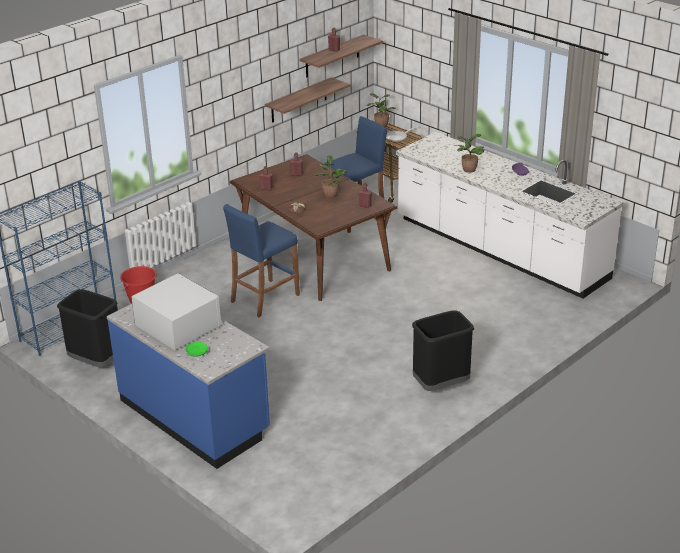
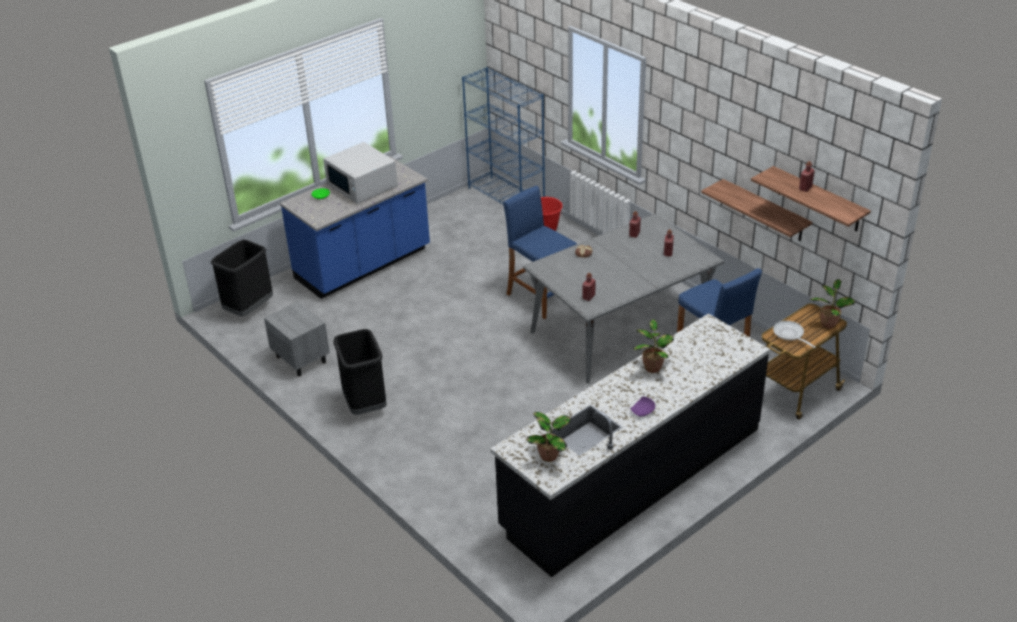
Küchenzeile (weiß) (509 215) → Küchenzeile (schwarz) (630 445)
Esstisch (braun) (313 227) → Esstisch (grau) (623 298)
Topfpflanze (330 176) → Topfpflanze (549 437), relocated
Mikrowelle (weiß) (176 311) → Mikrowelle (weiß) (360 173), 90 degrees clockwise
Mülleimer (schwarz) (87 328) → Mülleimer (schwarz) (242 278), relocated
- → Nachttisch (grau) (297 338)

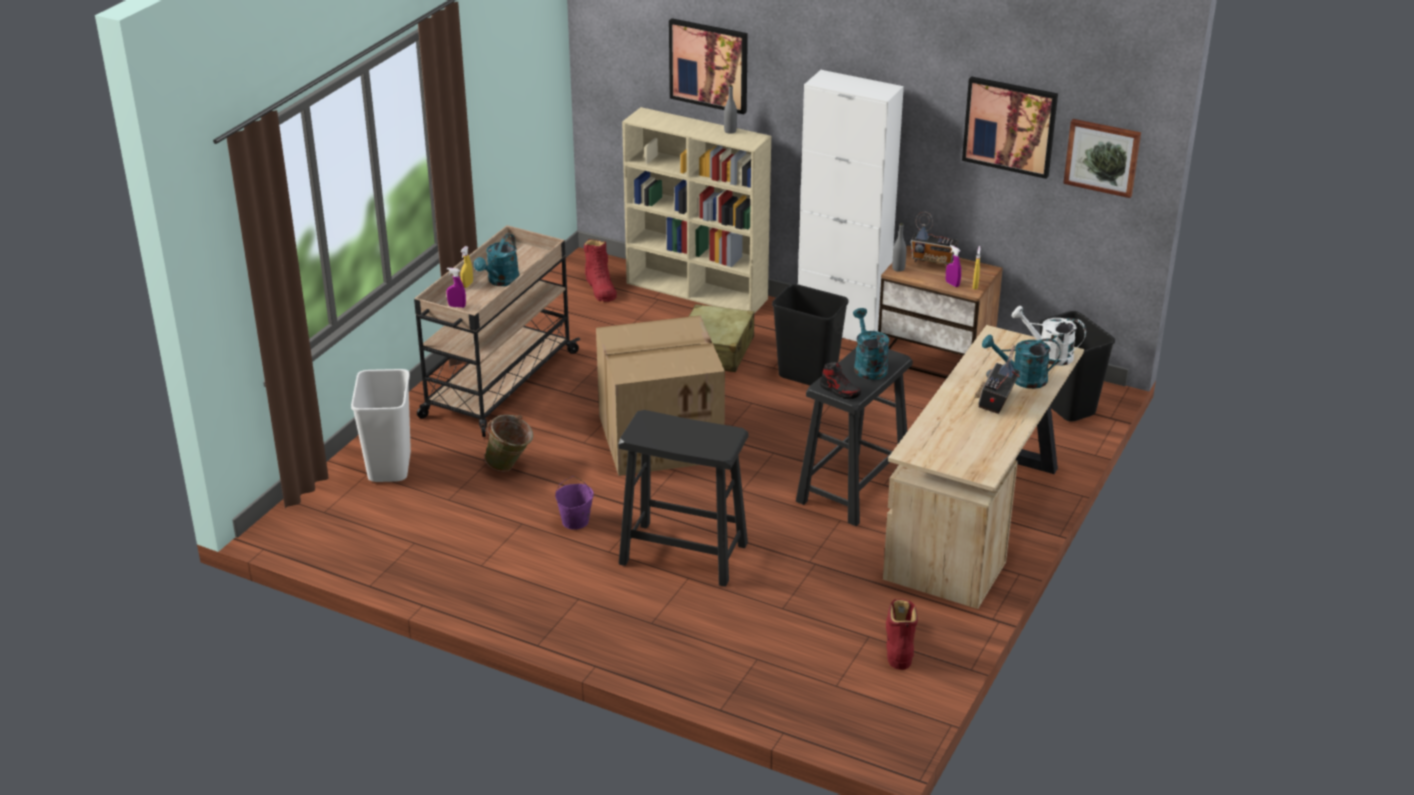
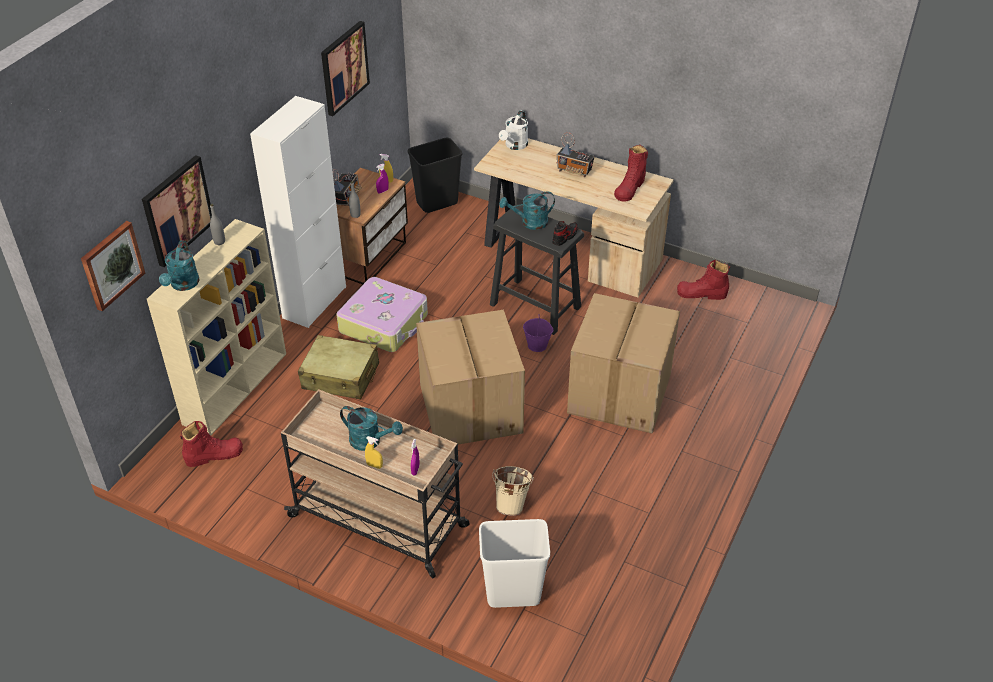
Bild (1102 158) → Bild (113 266), relocated
Mülleimer (schwarz) (810 334) → Koffer (382 314)
Gießkanne (türkis) (1021 361) → Gießkanne (türkis) (179 265), relocated
Hocker (schwarz) (683 498) → Karton (623 363)
Eimer (grün) (508 443) → Eimer (beige) (513 491)
Eimer (lila) (574 503) → Eimer (lila) (538 333), relocated
- → Stiefel (rot) (631 173)

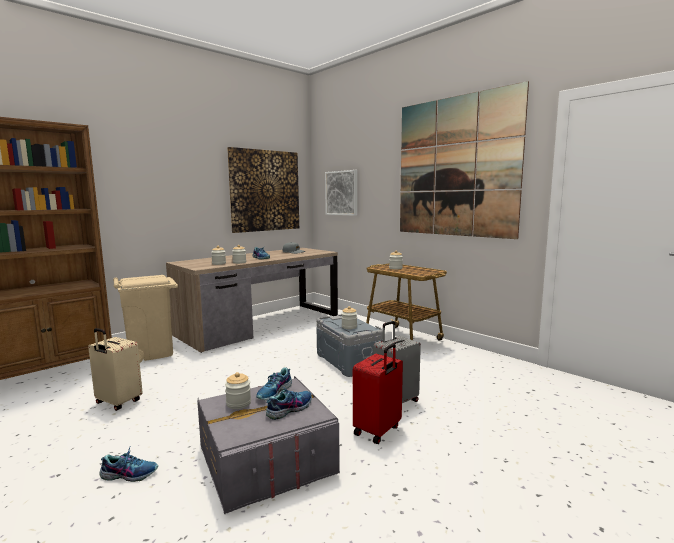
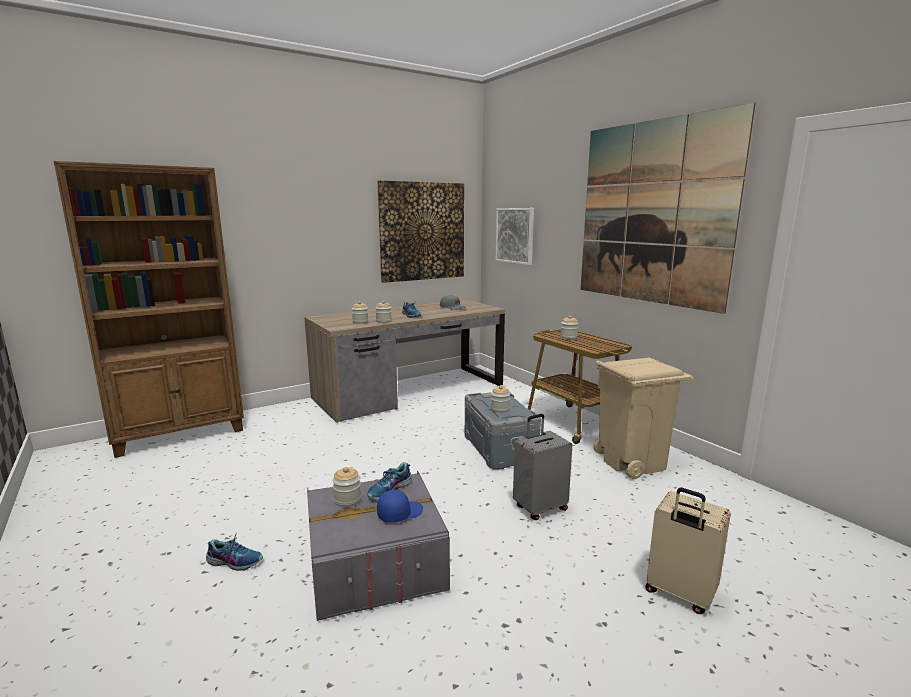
Mülleimer (beige) (145 318) → Mülleimer (beige) (643 418), relocated
Koffer (beige) (115 369) → Koffer (beige) (688 551), relocated
Koffer (rot) (378 394) → -
Schuh (289 402) → Kappe (blau) (400 506)

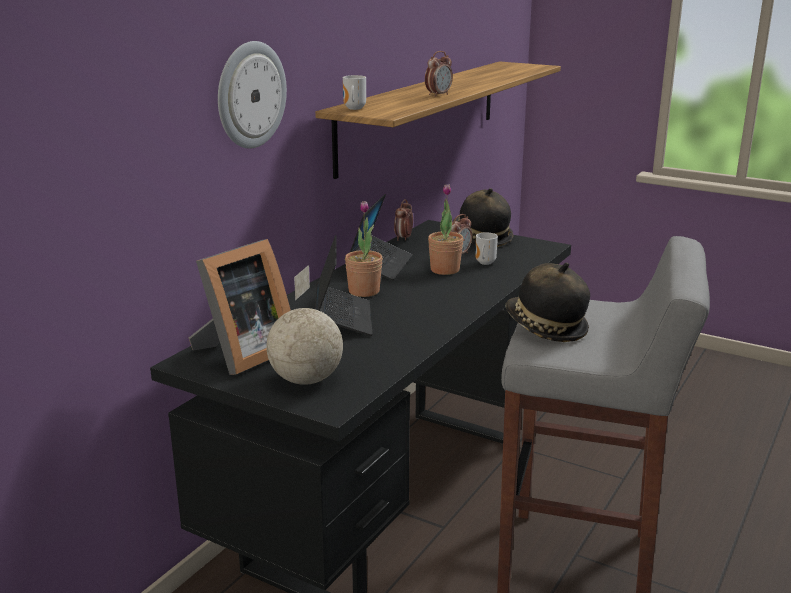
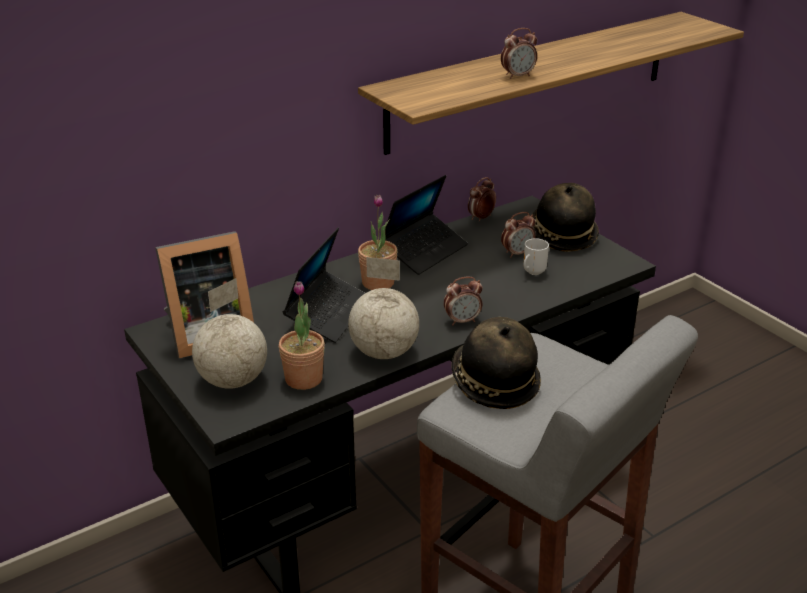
Wanduhr (252 95) → -
Henkelbecher (354 92) → -
Topfpflanze (446 229) → Topfpflanze (302 335), relocated
- → Globus (383 308)
- → Wecker (463 300)

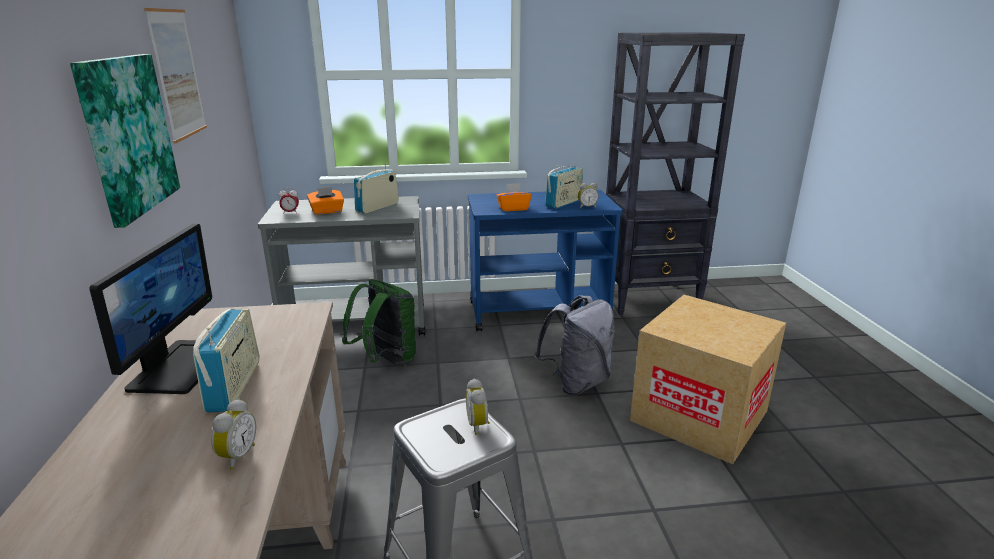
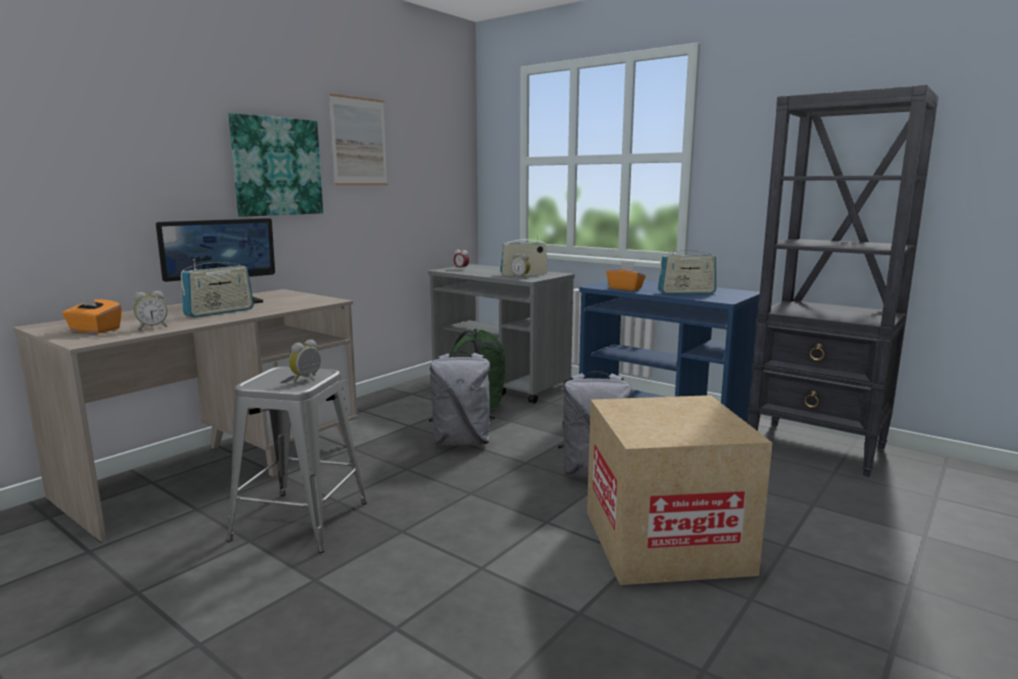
Wecker (588 196) → Wecker (520 265), relocated
Taschentuchbox (orange) (325 201) → Taschentuchbox (orange) (92 313), relocated
- → Rucksack (grau) (462 398)

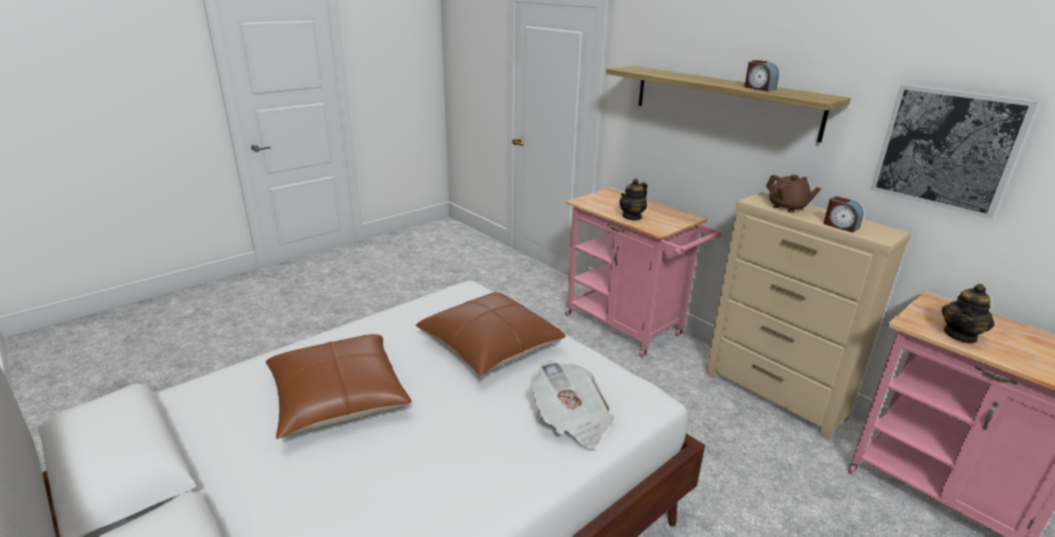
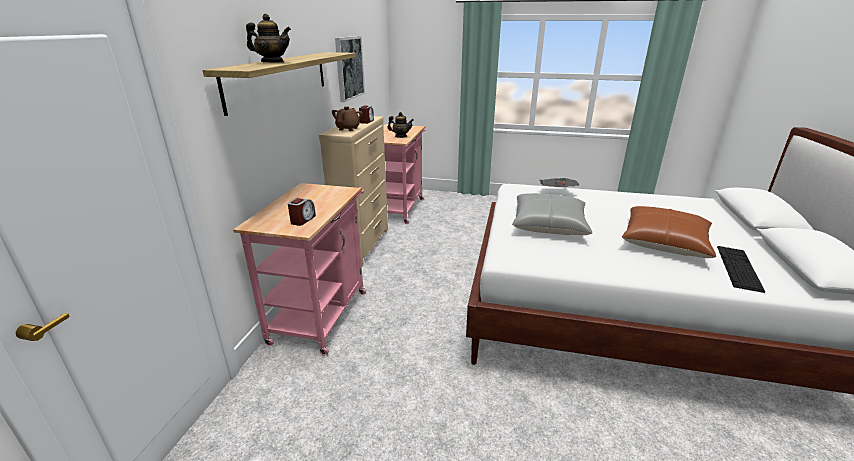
Wecker (761 75) → Wecker (302 212), relocated
Teekanne (633 200) → Teekanne (268 38), relocated
Kissen (braun) (491 334) → Kissen (grau) (552 214)
- → Tastatur (741 269)

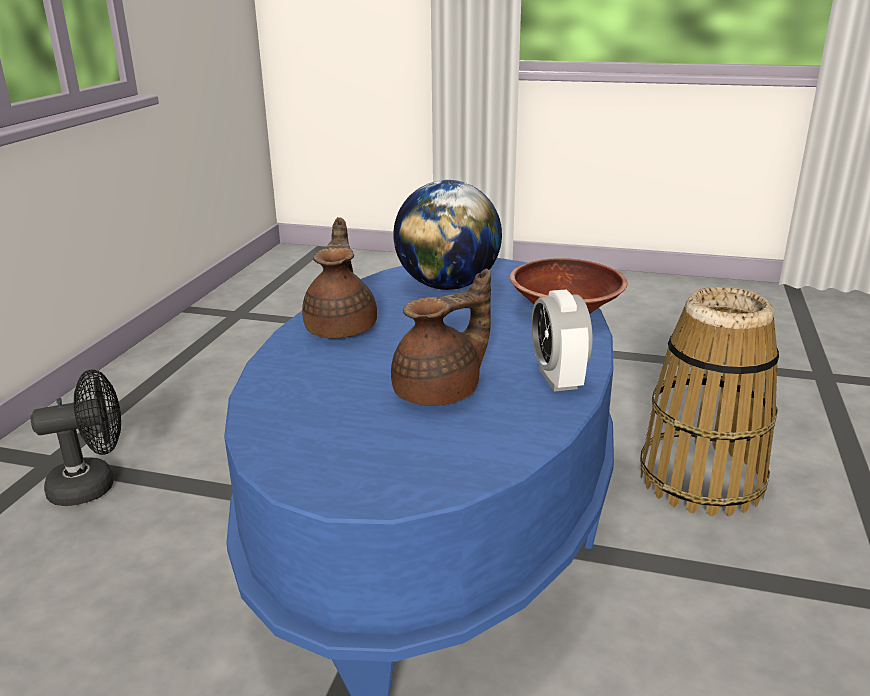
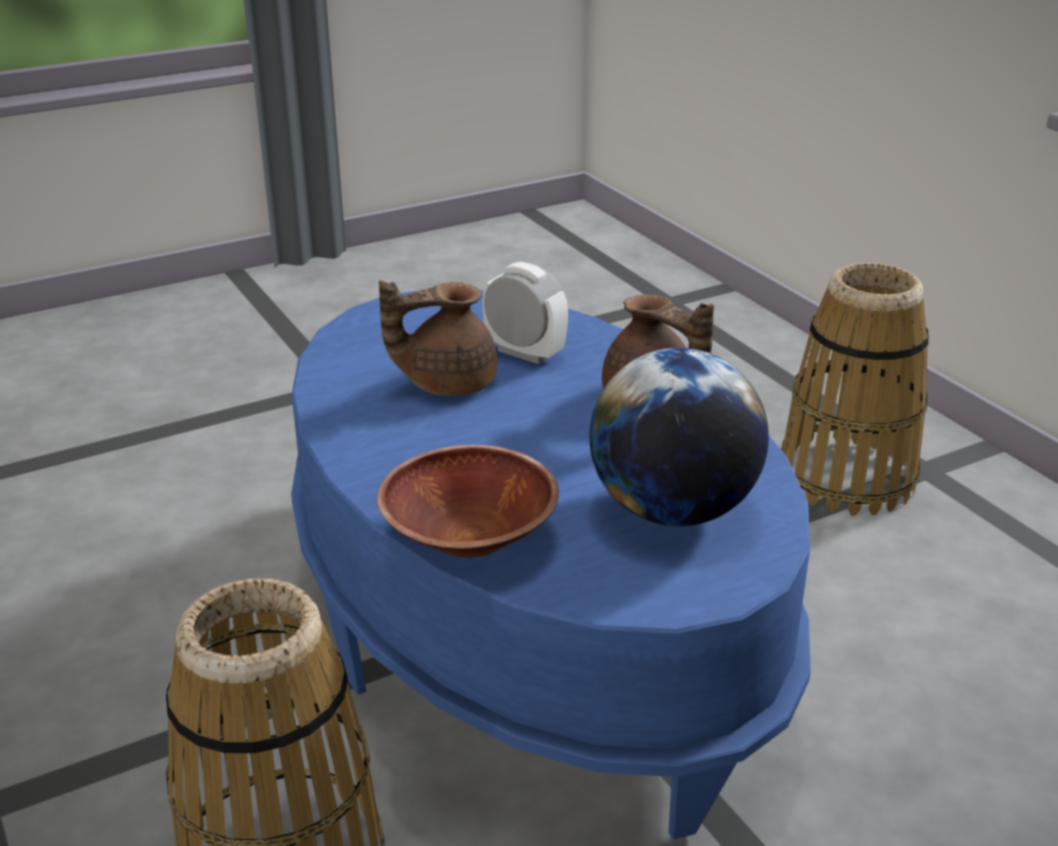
Teekanne (braun) (441 337) → Teekanne (braun) (438 338), 60 degrees clockwise
Wecker (562 340) → Wecker (525 313), relocated
Ventilator (schwarz) (76 437) → Korb (855 389)

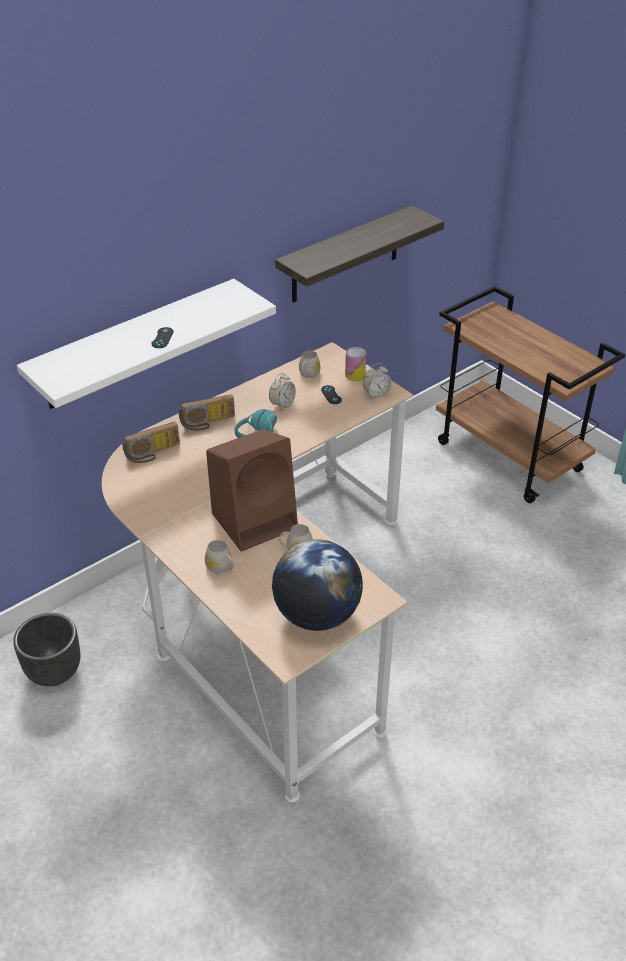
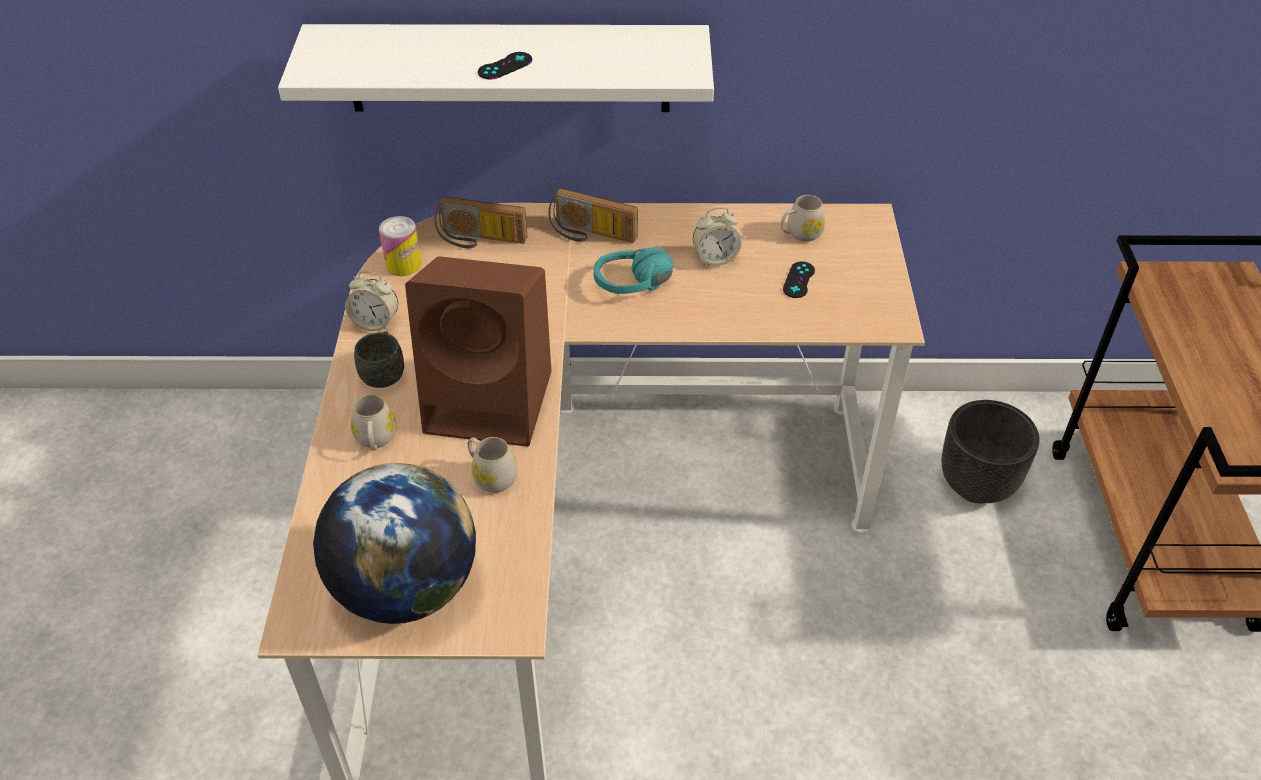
Wandregal (359 254) → -
Dose (355 364) → Dose (400 246), relocated
Wecker (377 381) → Wecker (371 301), relocated
Pflanzkübel (schwarz) (47 649) → Pflanzkübel (schwarz) (991 451), relocated
- → Henkelbecher (grau) (379 359)

